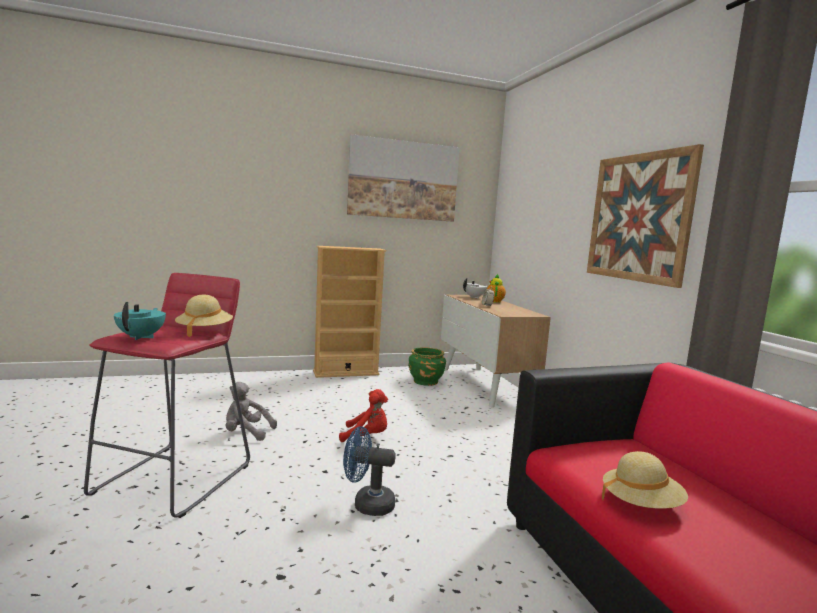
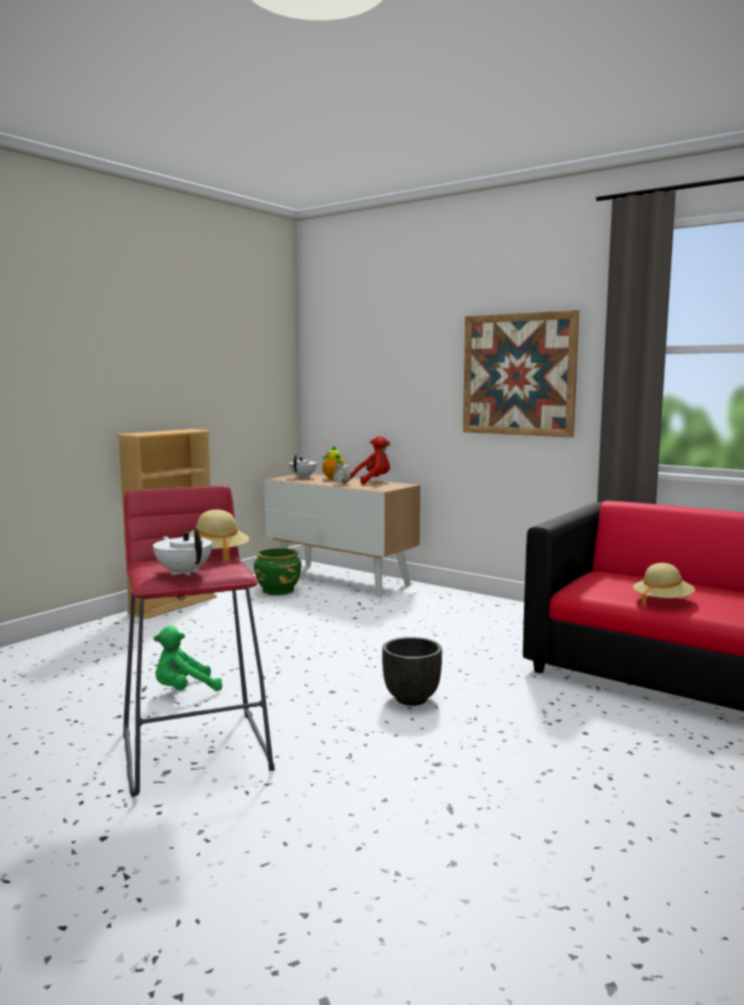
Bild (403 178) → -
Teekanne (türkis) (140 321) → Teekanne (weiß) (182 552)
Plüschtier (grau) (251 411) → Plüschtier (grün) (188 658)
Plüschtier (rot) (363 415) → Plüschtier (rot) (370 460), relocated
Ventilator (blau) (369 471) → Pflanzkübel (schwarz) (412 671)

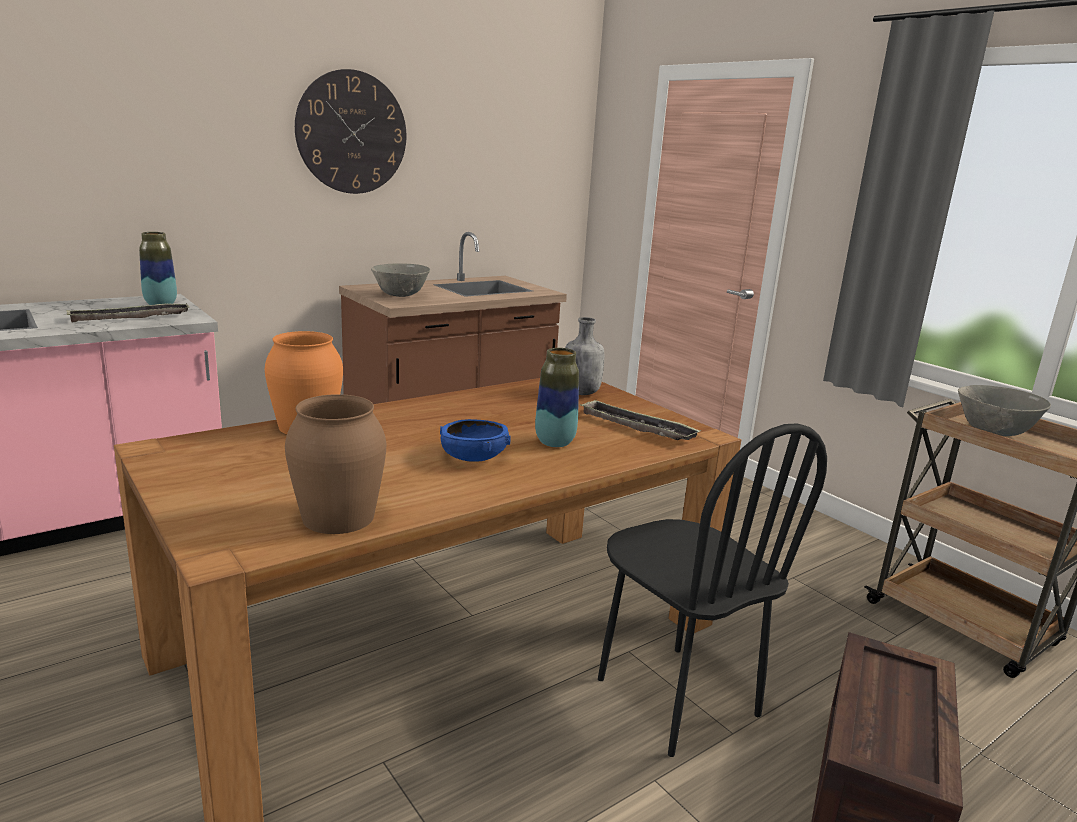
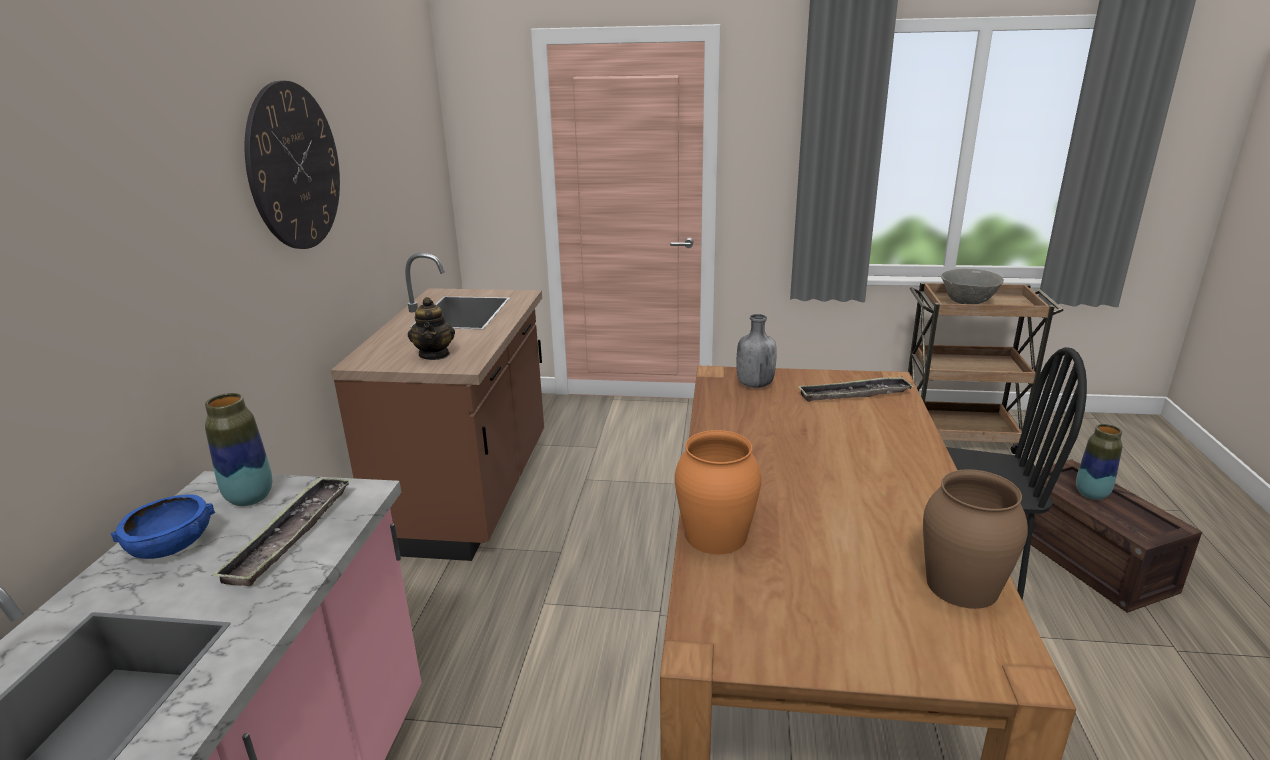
Schüssel (grau) (400 280) → Teekanne (431 328)
Vase (557 397) → Vase (1099 462), relocated
Schüssel (blau) (475 440) → Schüssel (blau) (163 527), relocated

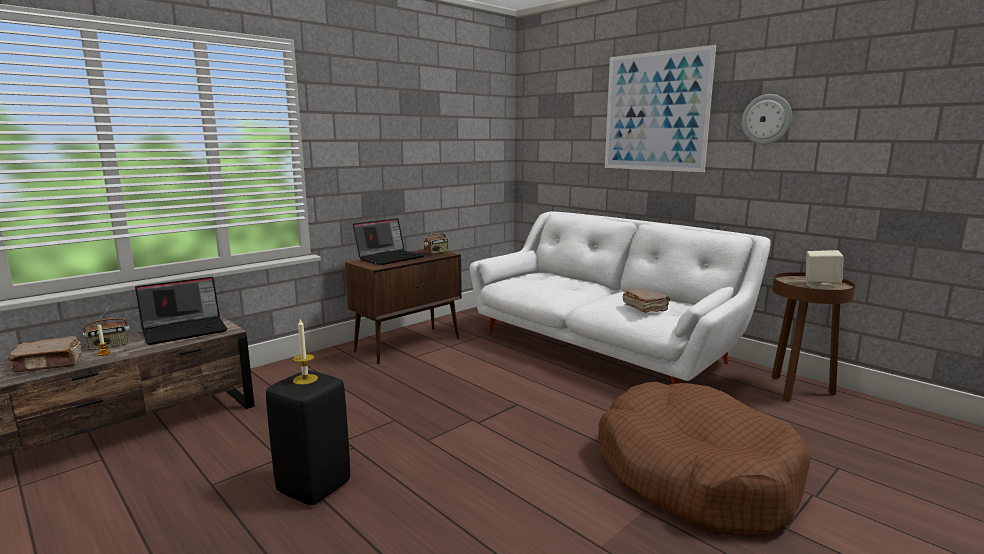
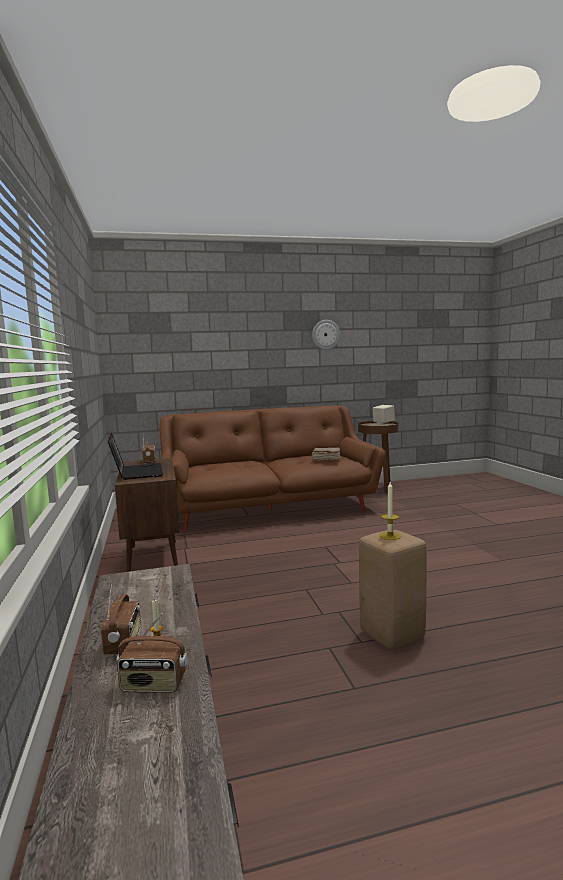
Bild (660 108) → -
Sofa (weiß) (620 298) → Sofa (braun) (272 468)
Laptop (181 311) → -
Buch (braun) (45 354) → Radio (152 653)
Hocker (schwarz) (308 437) → Hocker (beige) (393 589)
Hundebett (braun) (705 458) → -

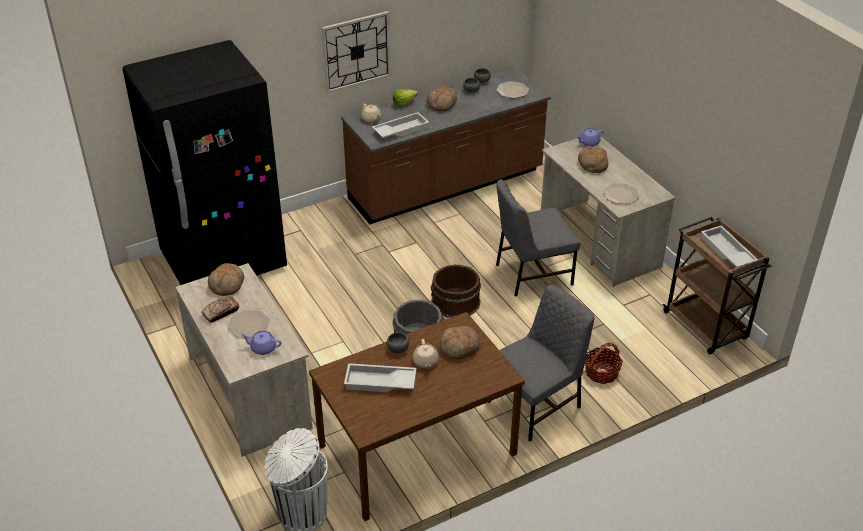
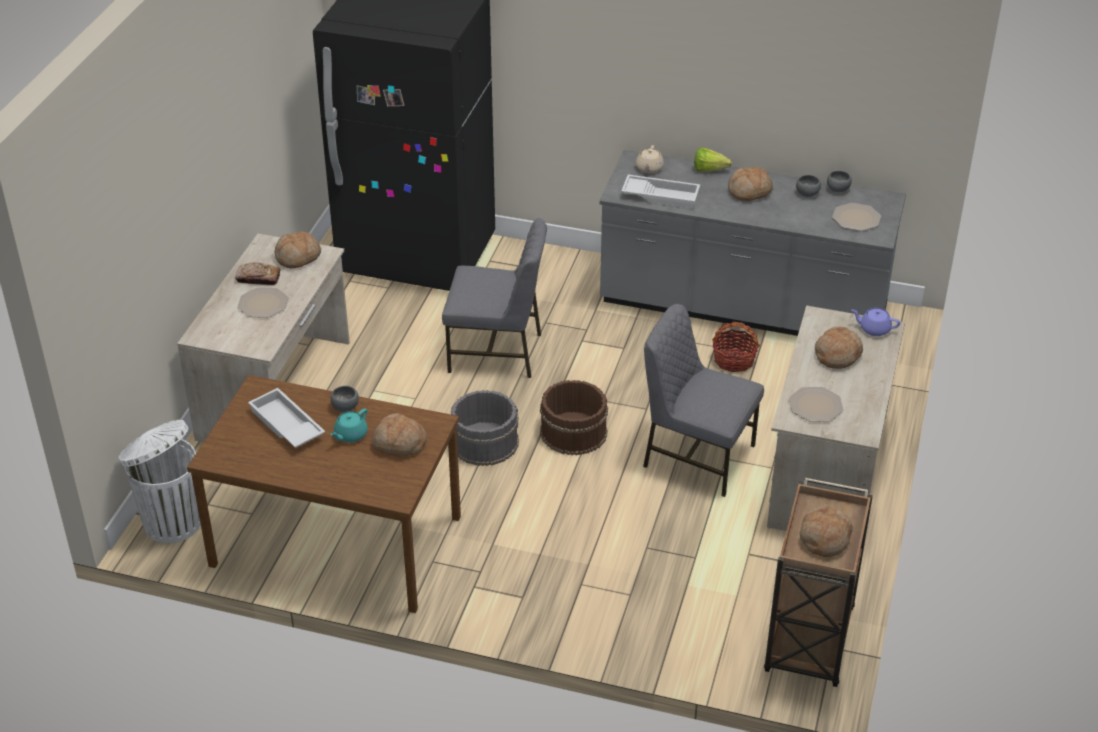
Wanduhr (356 52) → -
Küchenzeile (braun) (446 145) → Küchenzeile (grau) (753 243)
Tablett (weiß) (729 246) → Brot (826 531)
Stuhl (grau) (541 363) → Stuhl (grau) (494 298), relocated
Teekanne (lila) (261 343) → -
Teekanne (beige) (426 354) → Teekanne (türkis) (349 425)
Korb (604 363) → Korb (736 347), relocated

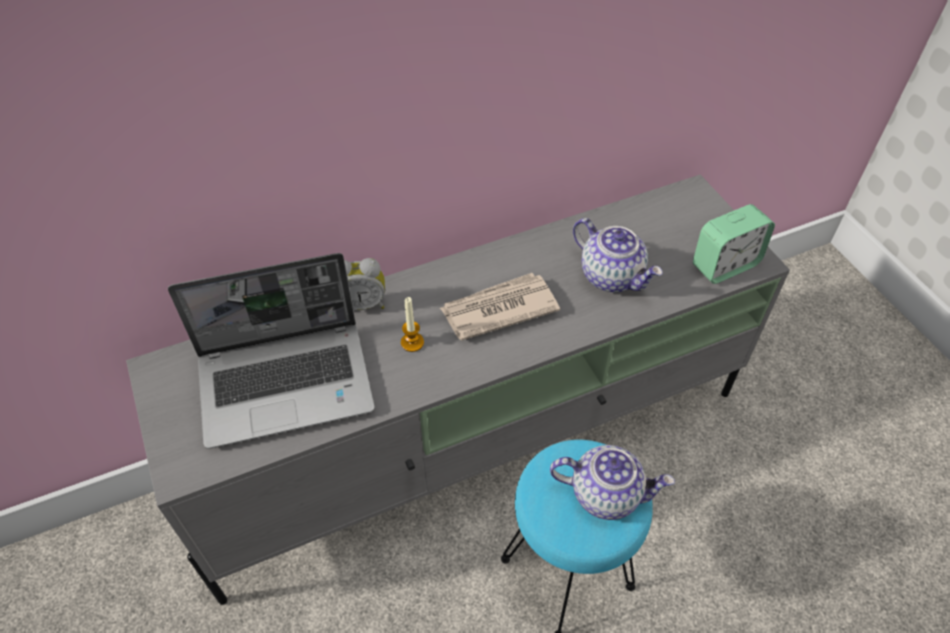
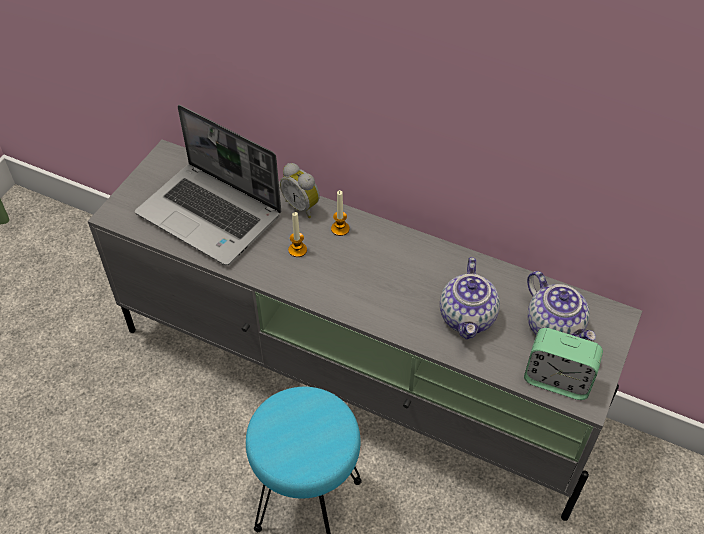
Zeitung (500 307) → -
Teekanne (612 482) → Teekanne (561 305), relocated
- → Kerze (340 213)

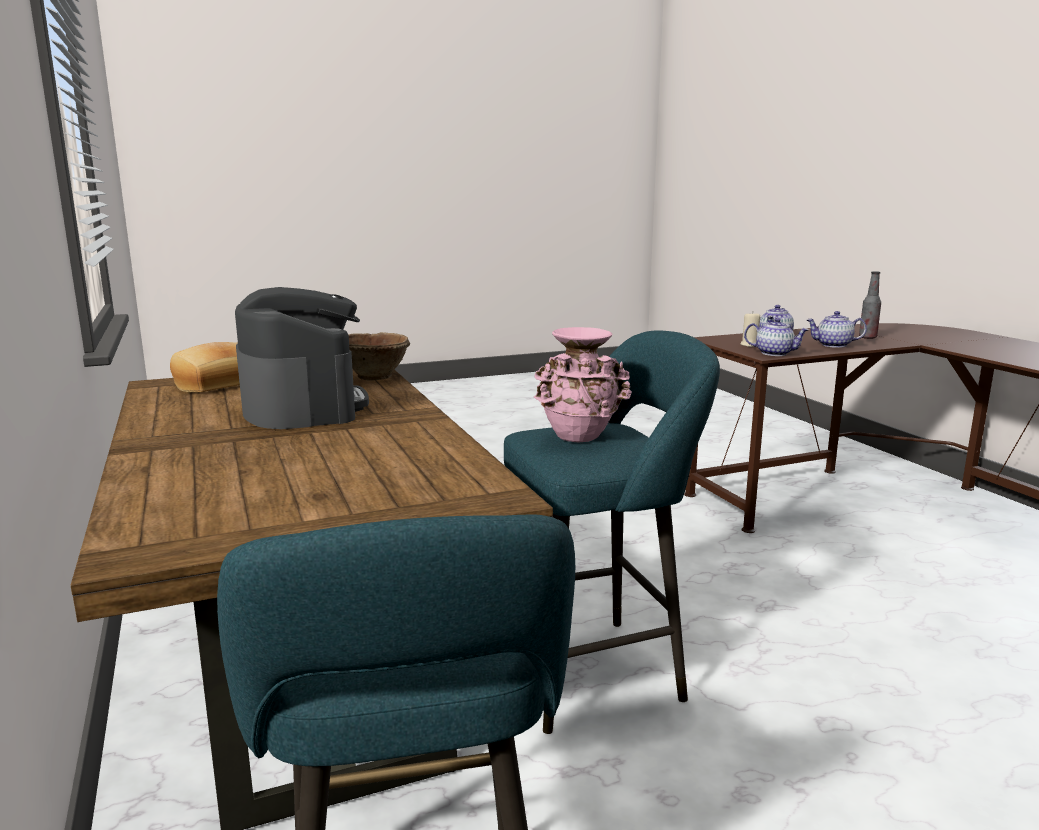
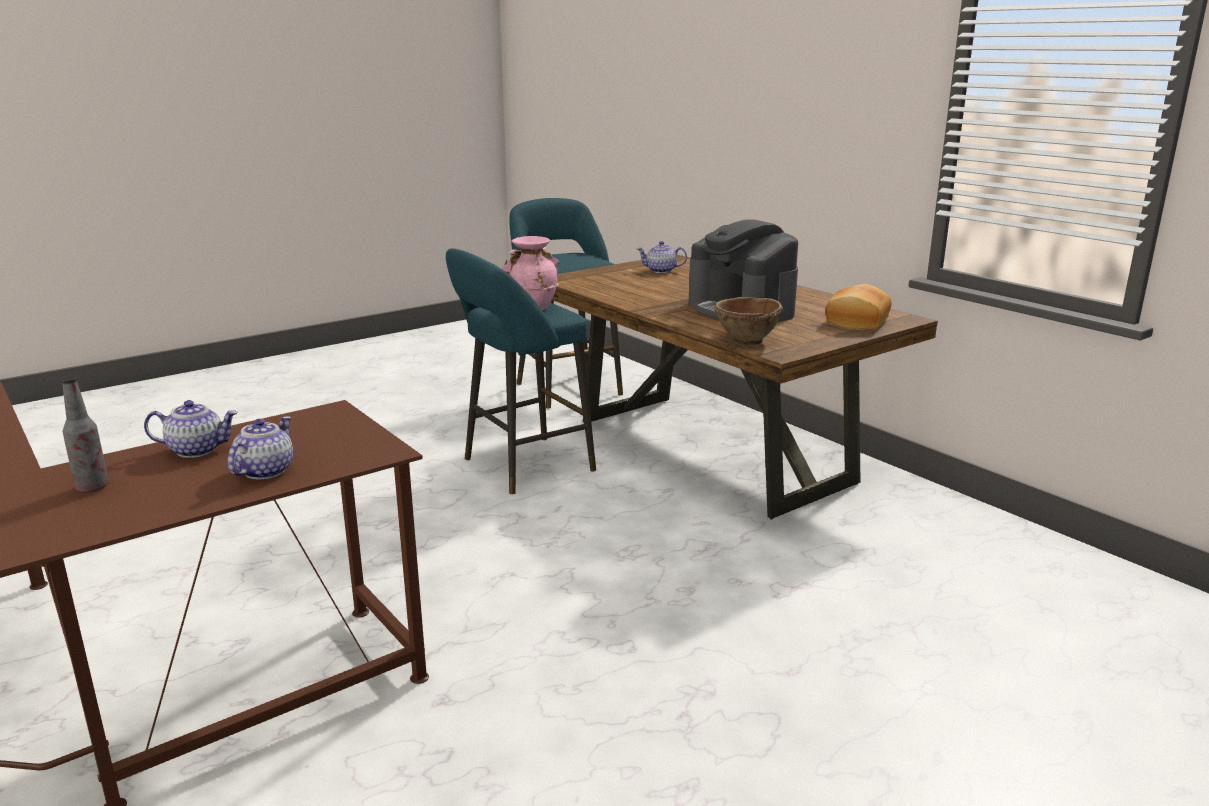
Kerze (beige) (750 330) → -
Teekanne (776 337) → Teekanne (662 257), relocated

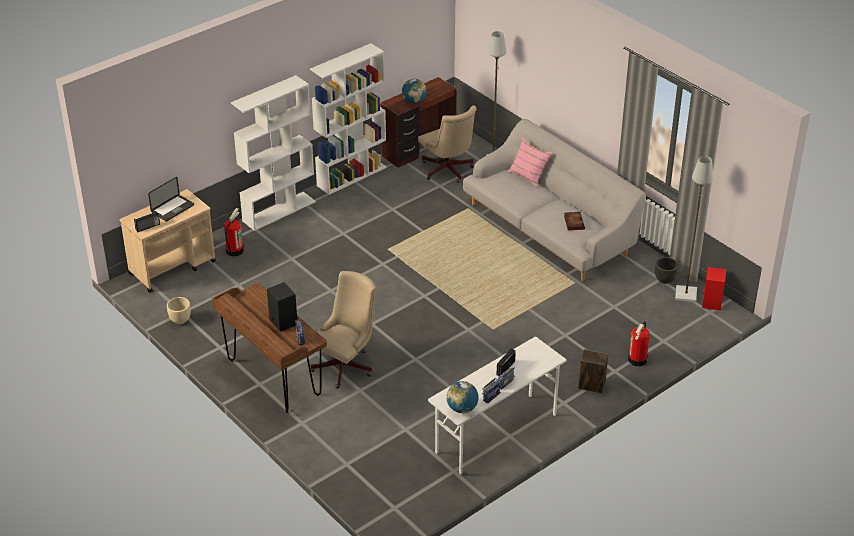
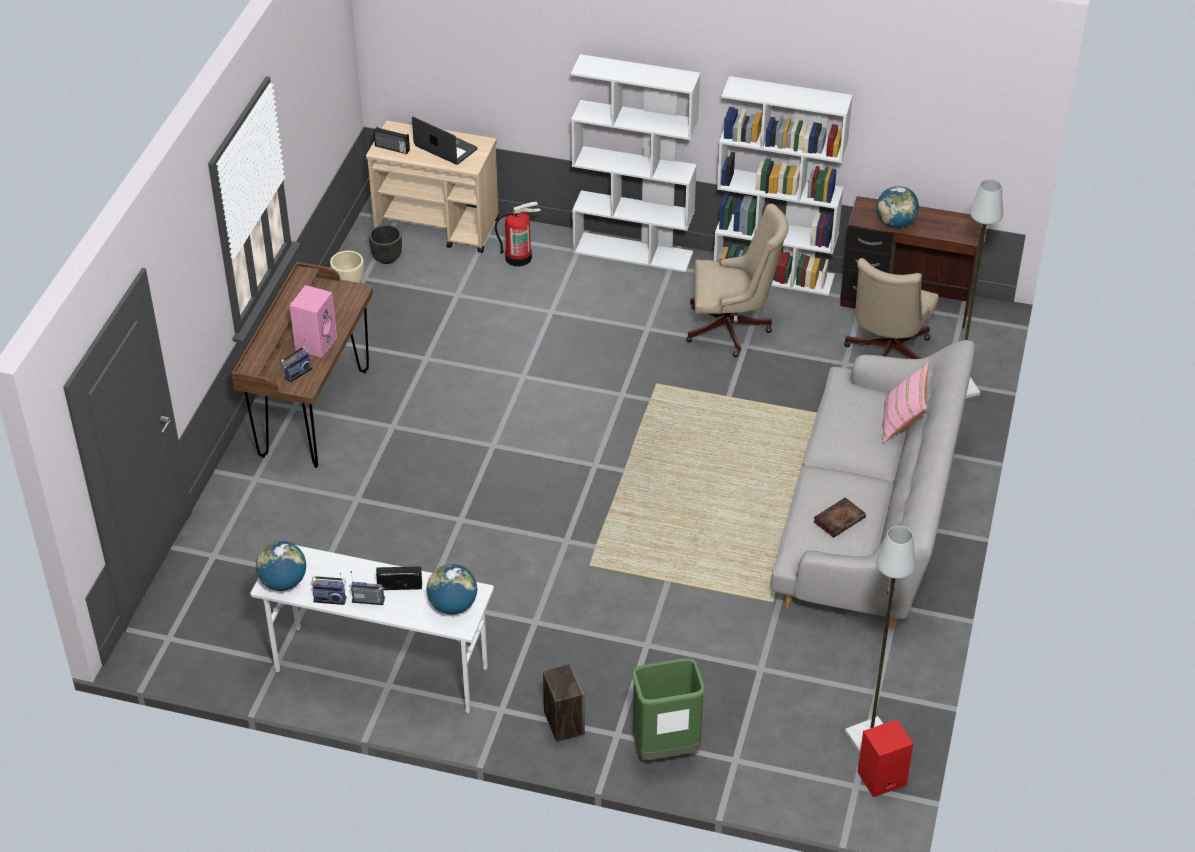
Laptop (171 199) → Laptop (444 141), 150 degrees counterclockwise
Pflanzkübel (schwarz) (666 270) → Pflanzkübel (schwarz) (385 244), relocated
Bürostuhl (beige) (344 330) → Bürostuhl (beige) (737 280), relocated
Lautsprecher (schwarz) (282 307) → Lautsprecher (rosa) (313 321)
Feuerlöscher (639 343) → Mülleimer (grün) (668 709)
- → Globus (452 589)

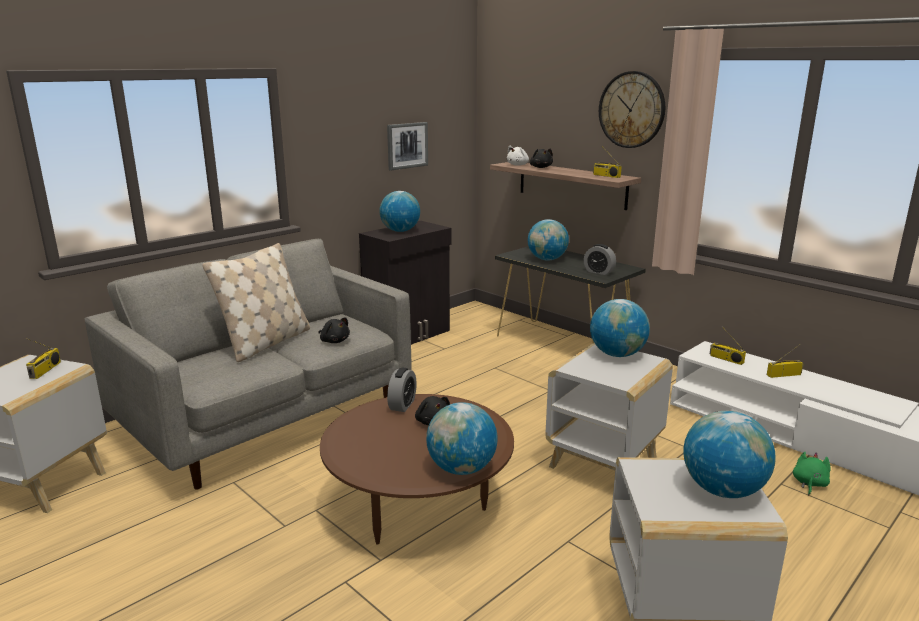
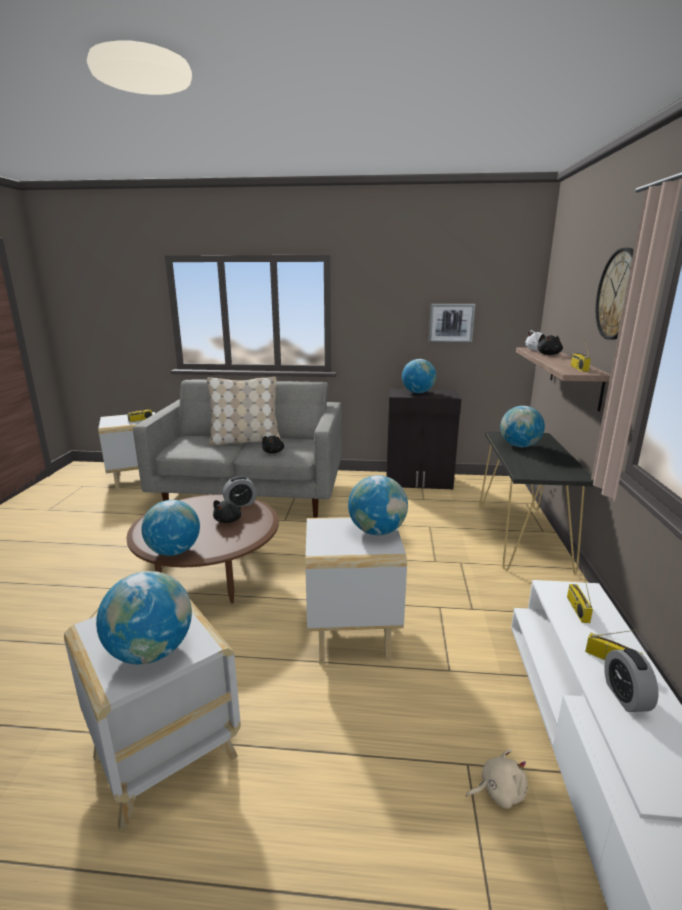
Wecker (600 259) → Wecker (631 680), relocated
Plüschtier (grün) (812 473) → Plüschtier (beige) (497 779)

